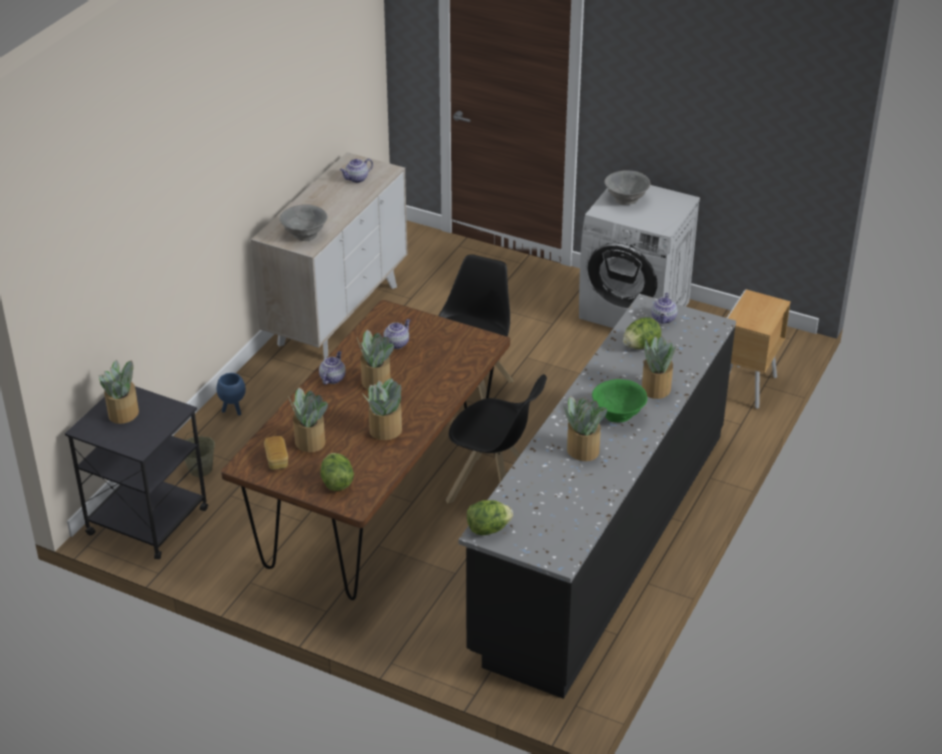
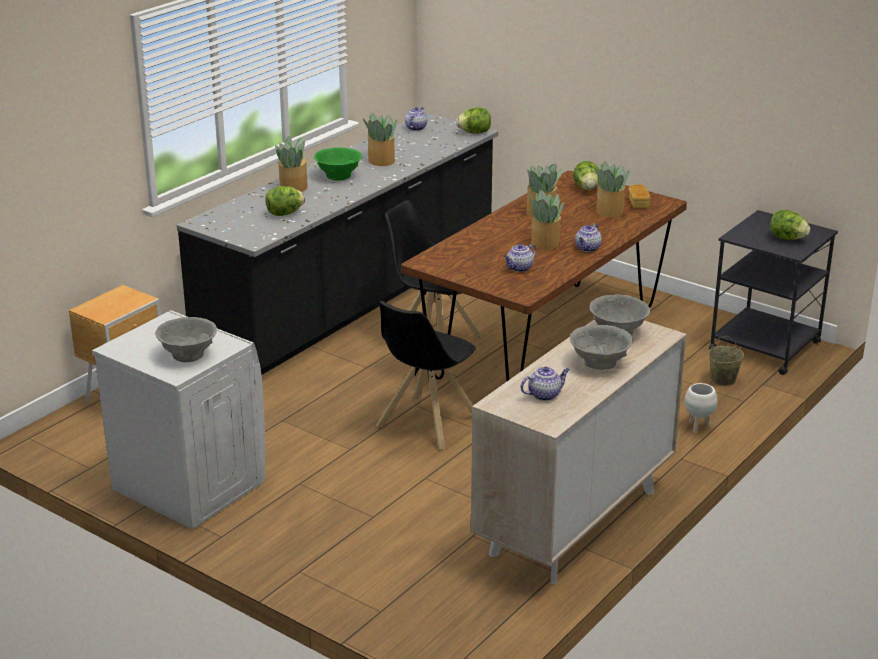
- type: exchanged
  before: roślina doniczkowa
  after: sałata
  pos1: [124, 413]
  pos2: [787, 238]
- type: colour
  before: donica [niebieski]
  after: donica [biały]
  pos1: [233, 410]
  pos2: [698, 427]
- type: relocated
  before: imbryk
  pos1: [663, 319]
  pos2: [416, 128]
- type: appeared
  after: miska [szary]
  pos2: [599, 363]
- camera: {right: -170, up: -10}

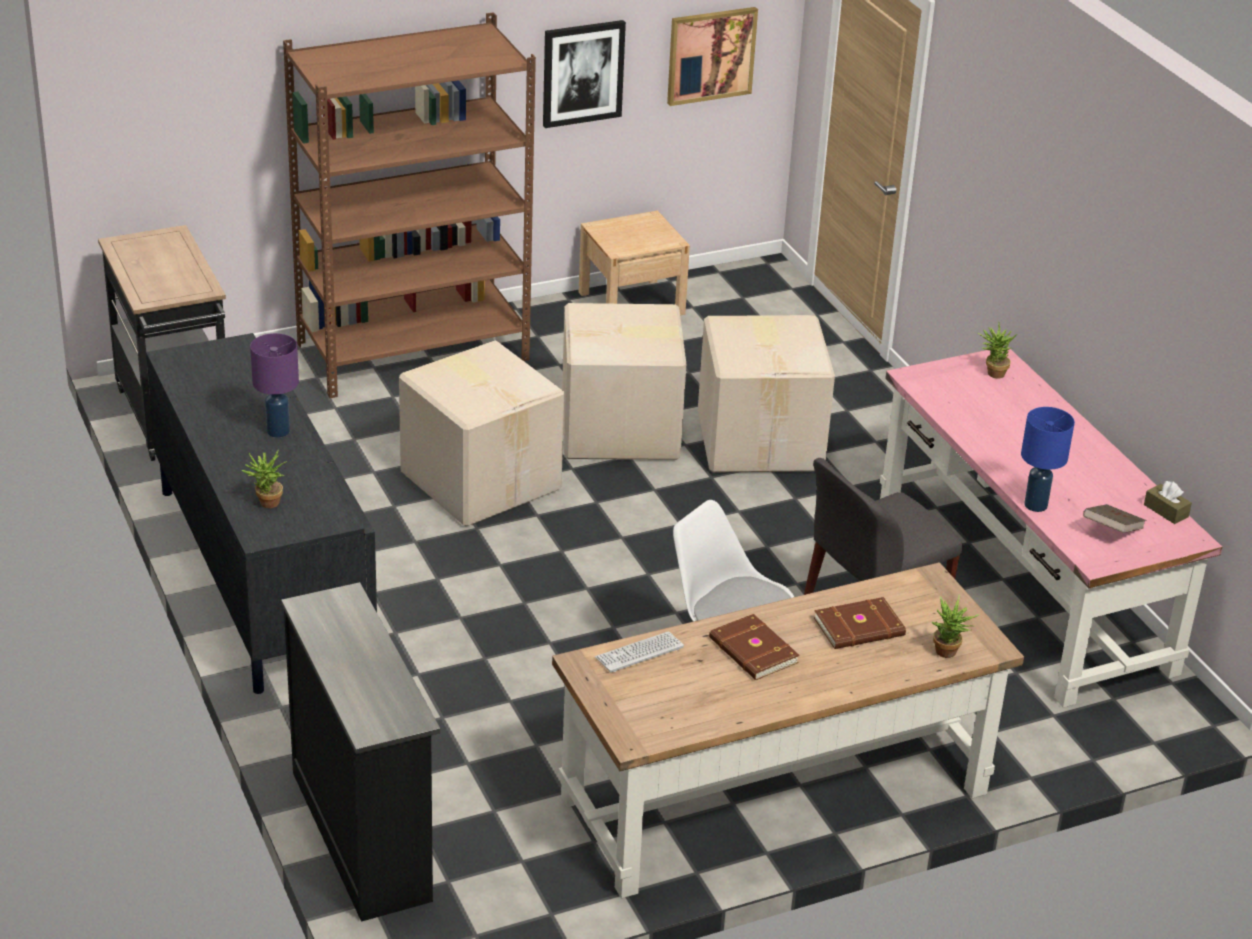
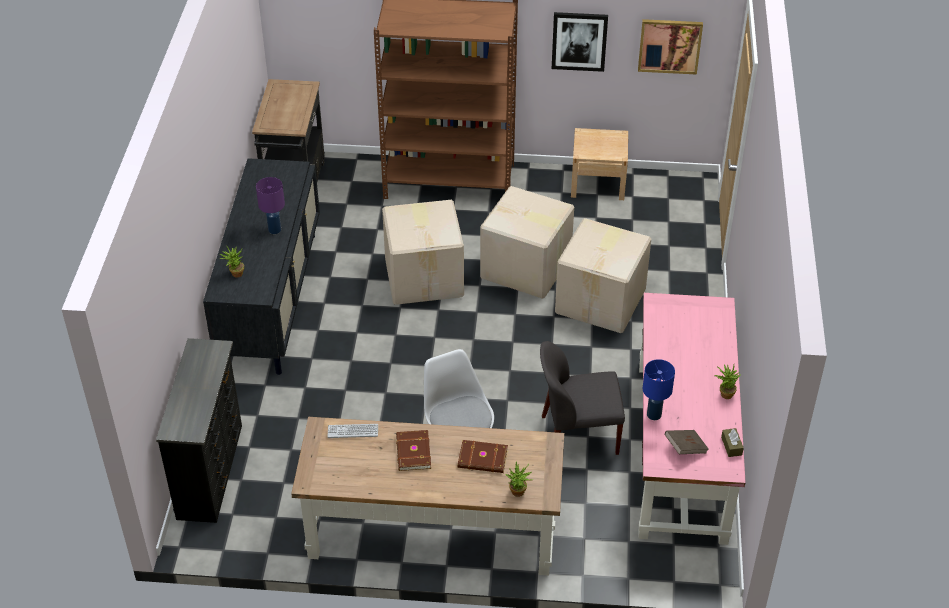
- type: relocated
  before: roślina doniczkowa
  pos1: [992, 373]
  pos2: [724, 393]
- camera: {right: 30, up: 10}

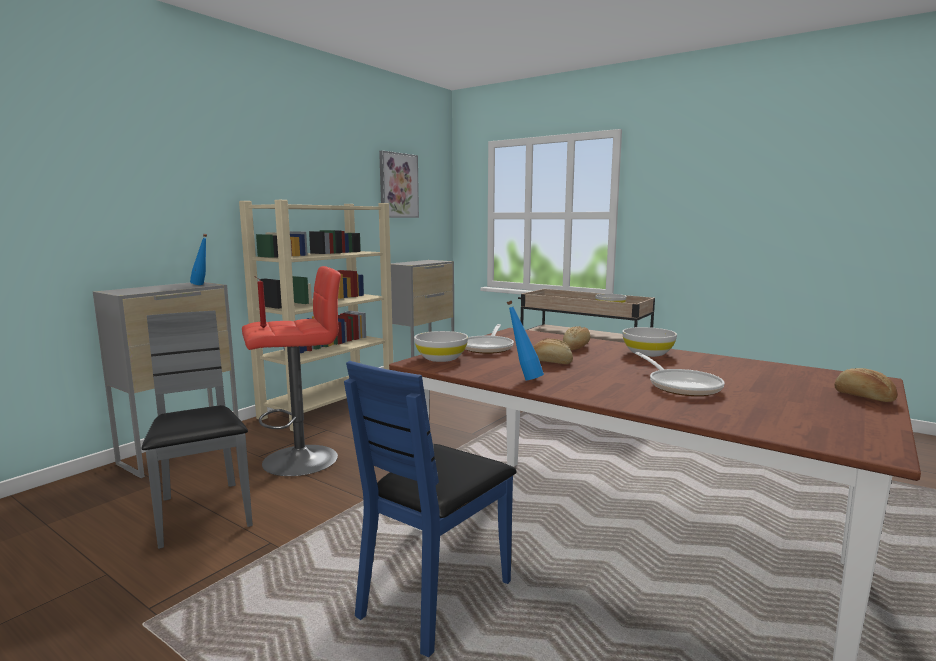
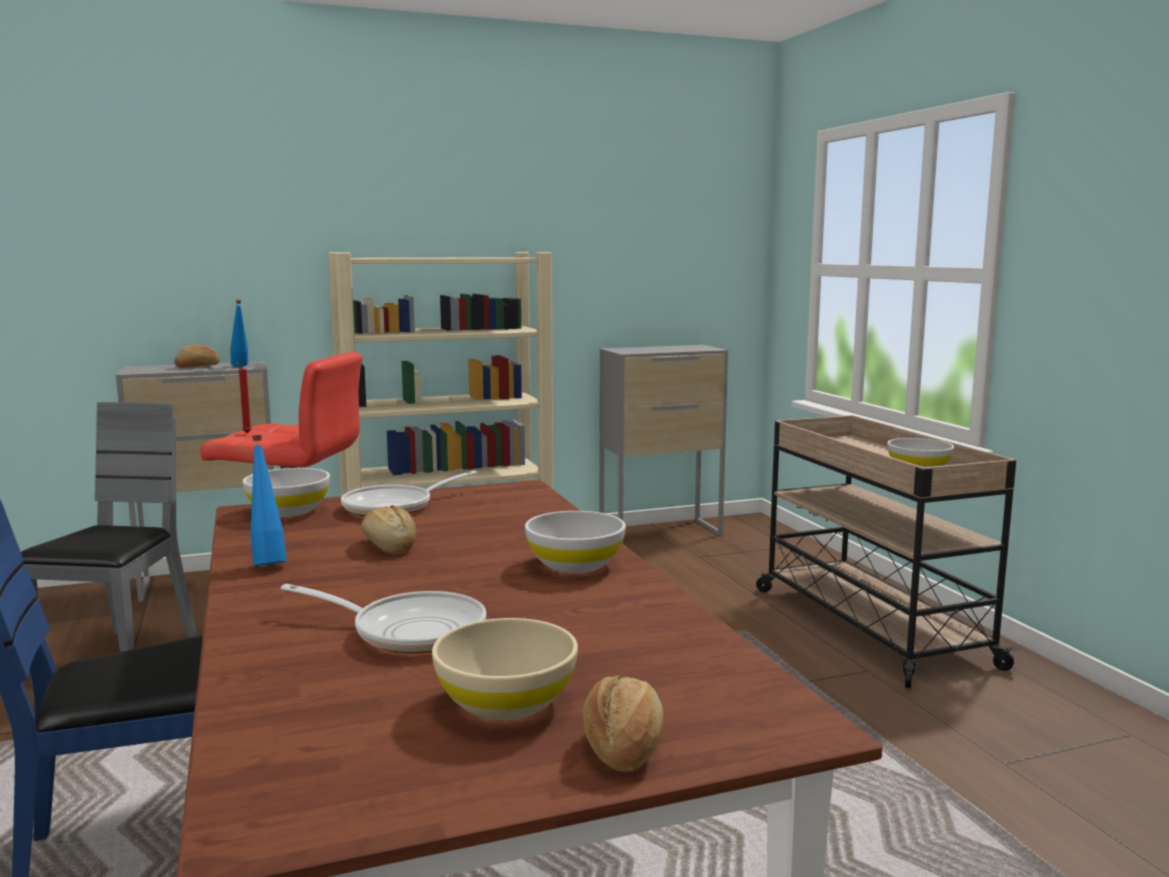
- type: missing
  before: obraz
  pos1: [398, 185]
- type: relocated
  before: chleb
  pos1: [576, 347]
  pos2: [197, 367]
- type: spun
  before: patelnia
  pos1: [681, 386]
  pos2: [409, 630]
  turn: -90
- type: appeared
  after: miska [beżowy]
  pos2: [505, 702]
- camera: {right: 35, up: 0}

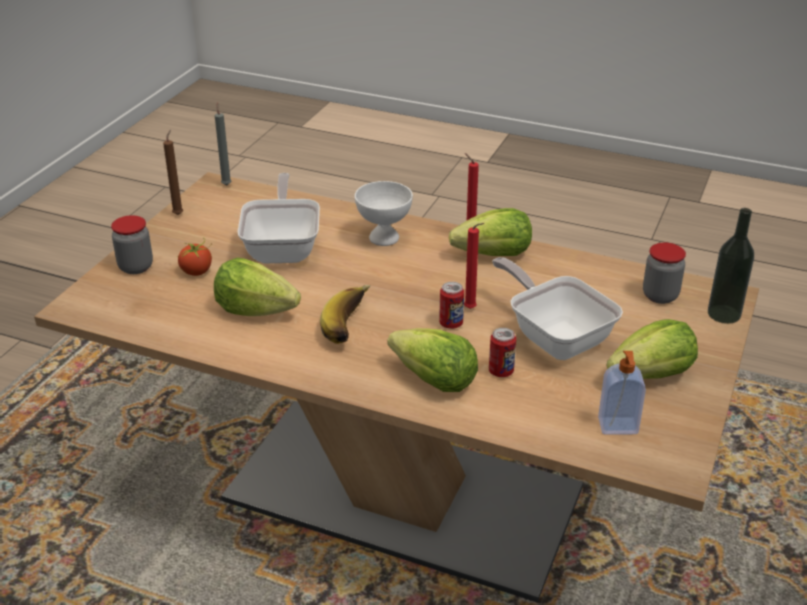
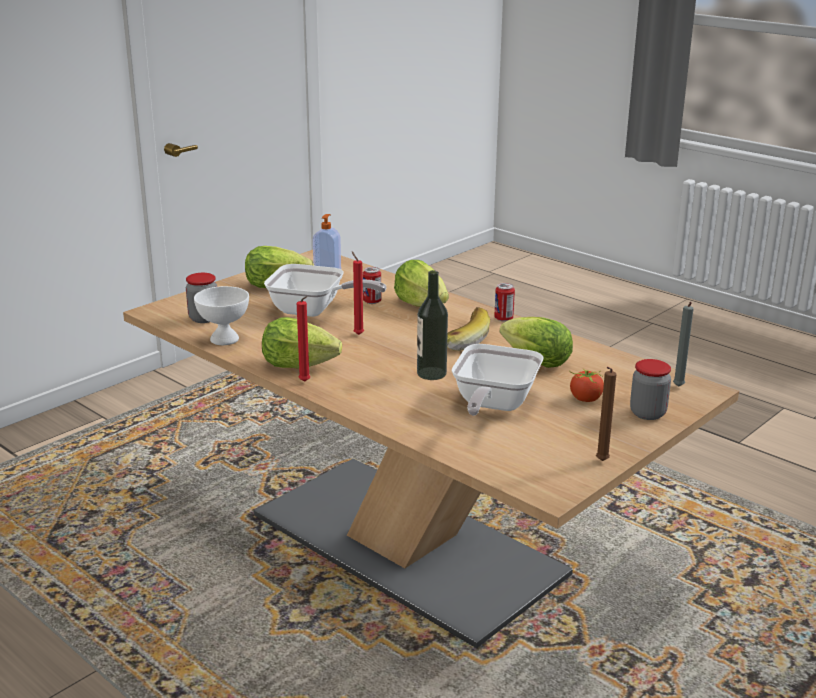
- type: relocated
  before: świeca [szary]
  pos1: [226, 184]
  pos2: [678, 387]
- type: relocated
  before: miska [biały]
  pos1: [385, 238]
  pos2: [224, 339]
- type: relocated
  before: puszka
  pos1: [451, 324]
  pos2: [503, 319]
- type: spun
  before: patelnia
  pos1: [555, 337]
  pos2: [314, 311]
  turn: -60
- type: relocated
  before: butelka
  pos1: [724, 314]
  pos2: [431, 373]
- camera: {right: -160, up: -10}

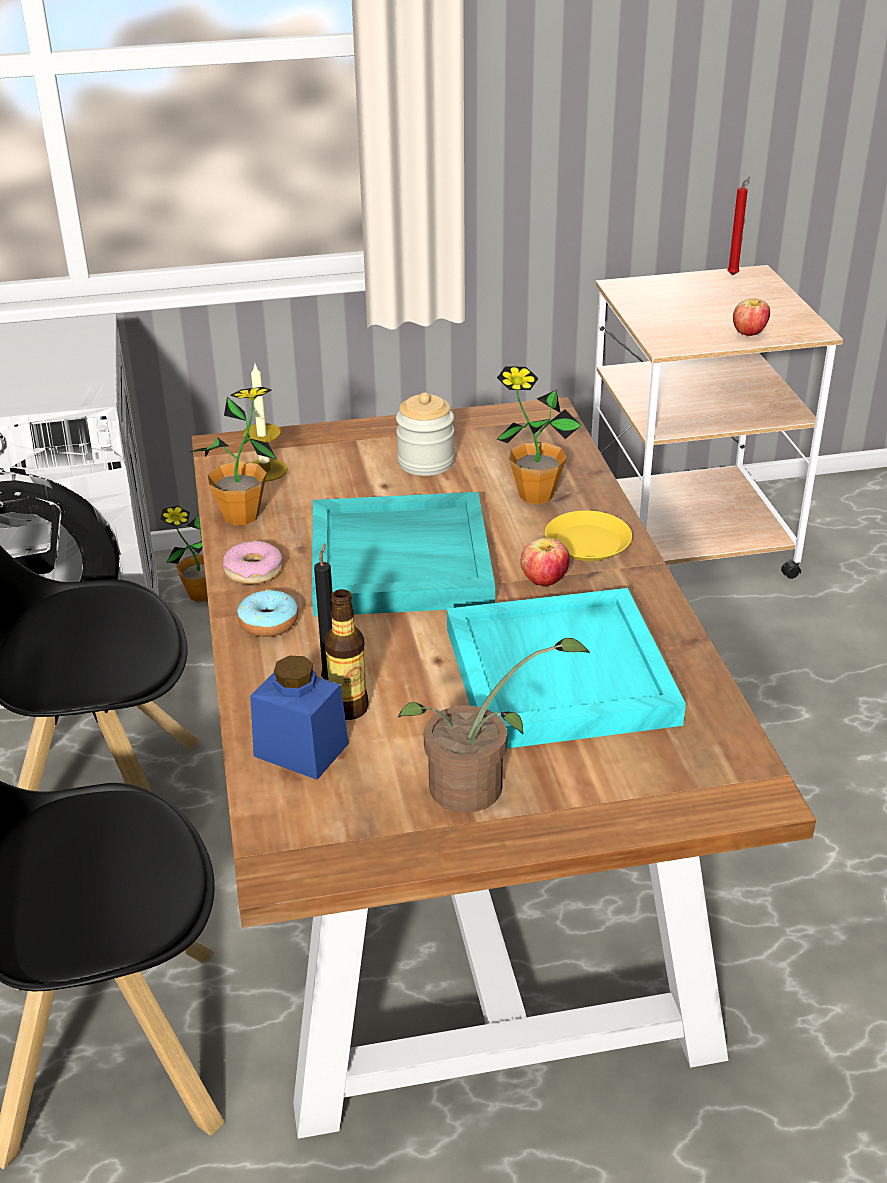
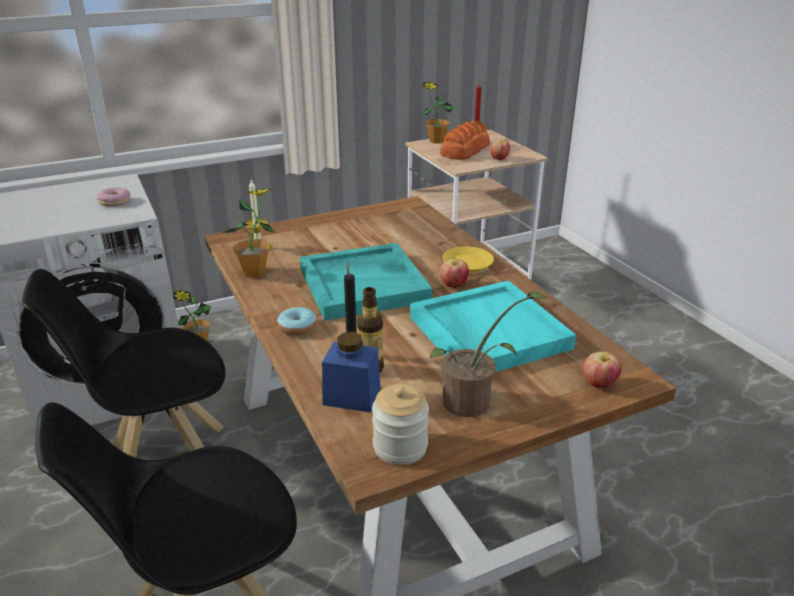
- type: relocated
  before: donut
  pos1: [253, 571]
  pos2: [114, 202]
- type: relocated
  before: słoik
  pos1: [426, 462]
  pos2: [400, 447]
- type: relocated
  before: roślina doniczkowa
  pos1: [535, 495]
  pos2: [436, 141]
- type: appeared
  after: chleb
  pos2: [464, 150]
- type: appeared
  after: jabłko
  pos2: [599, 384]
- camera: {right: -15, up: -5}

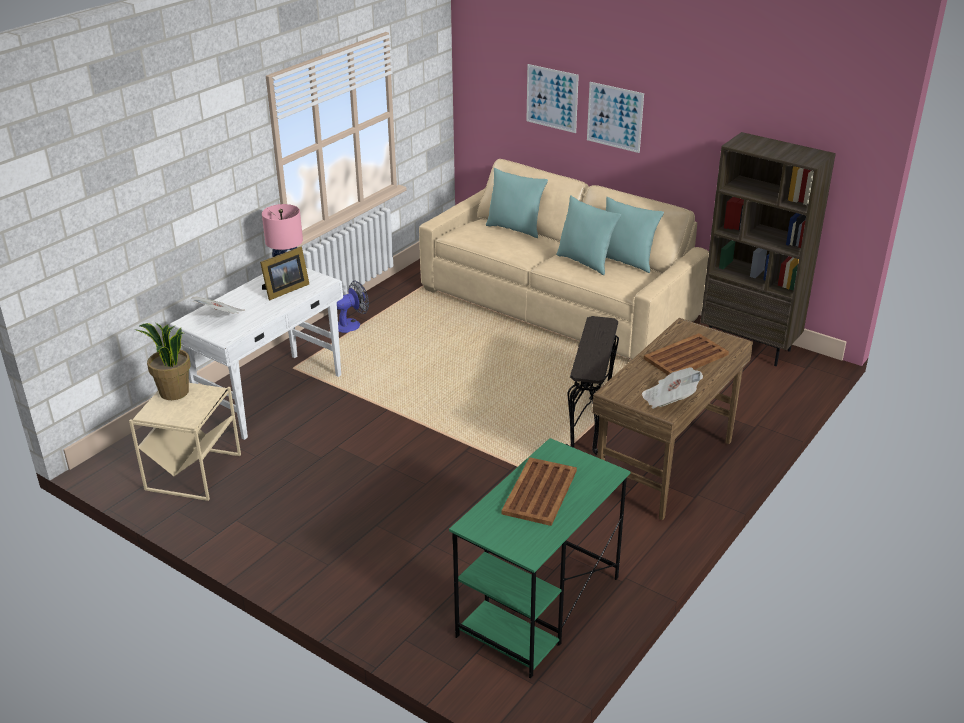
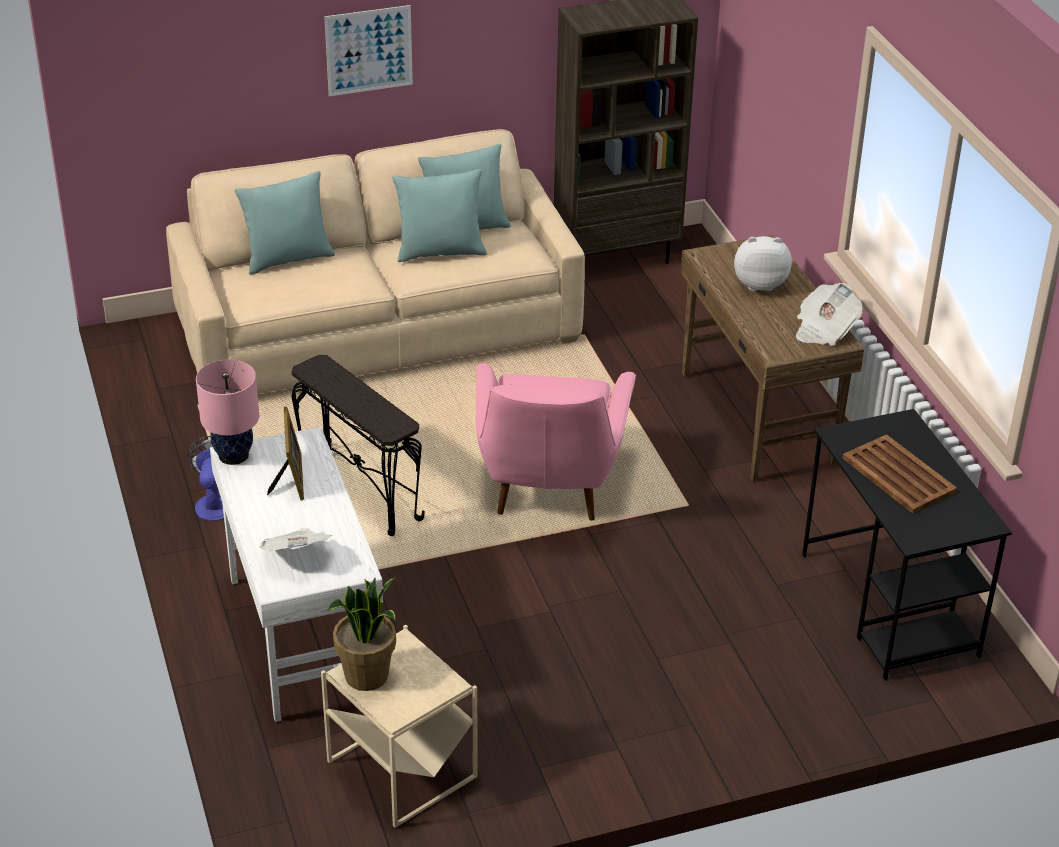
- type: colour
  before: biurko [zielony]
  after: biurko [czarny]
  pos1: [538, 607]
  pos2: [889, 605]
- type: missing
  before: obraz
  pos1: [552, 98]
- type: relocated
  before: stolik [czarny]
  pos1: [590, 419]
  pos2: [358, 491]
- type: exchanged
  before: taca [brązowy]
  after: pluszak
  pos1: [685, 357]
  pos2: [759, 284]
- type: appeared
  after: fotel [różowy]
  pos2: [548, 490]
- camera: {right: -55, up: 5}

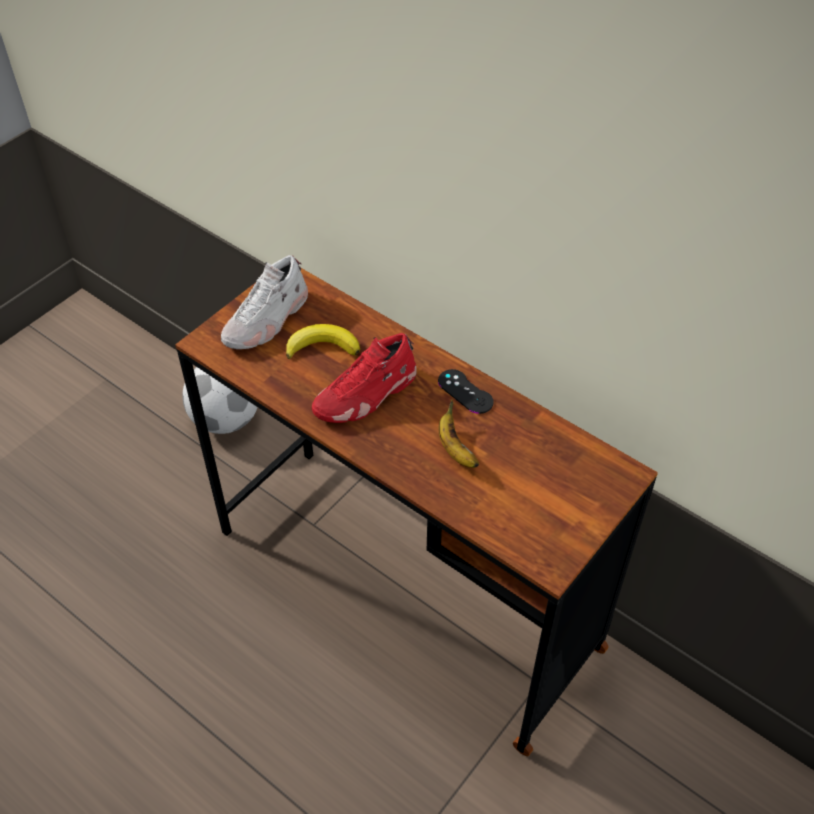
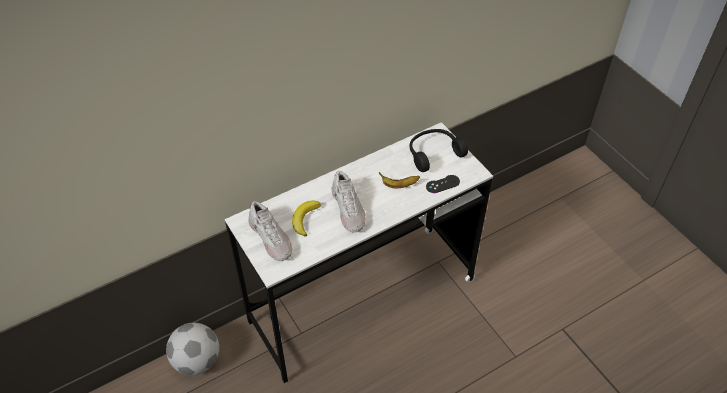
- type: colour
  before: biurko [brązowy]
  after: biurko [biały]
  pos1: [405, 588]
  pos2: [362, 300]
- type: colour
  before: but [czerwony]
  after: but [biały]
  pos1: [366, 395]
  pos2: [348, 209]
- type: relocated
  before: pad do gier [czarny]
  pos1: [465, 391]
  pos2: [442, 184]
- type: appeared
  after: słuchawki [czarny]
  pos2: [433, 153]
- camera: {right: -70, up: 0}

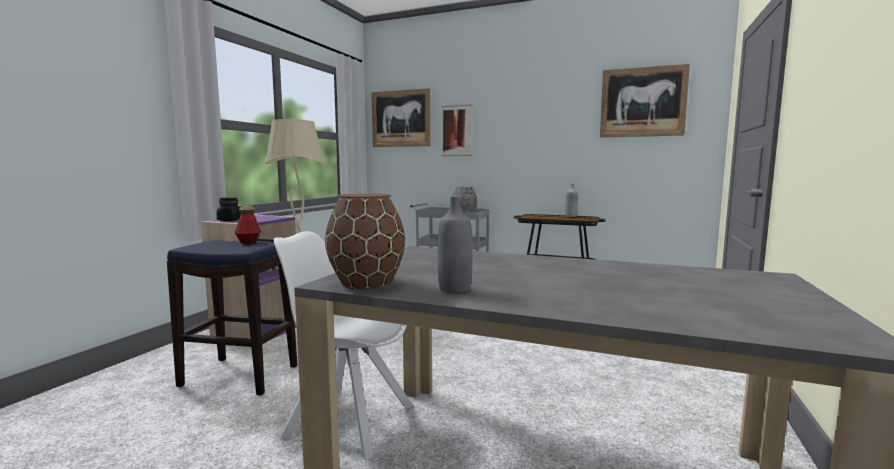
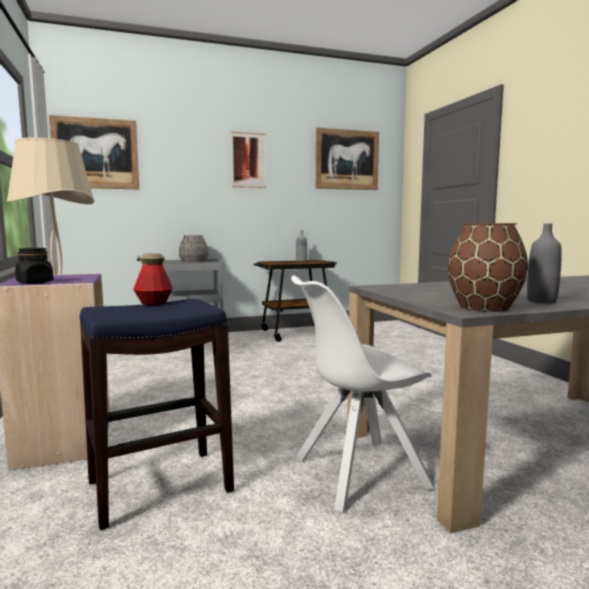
- type: relocated
  before: obraz
  pos1: [457, 130]
  pos2: [248, 160]
- camera: {right: -40, up: 0}

